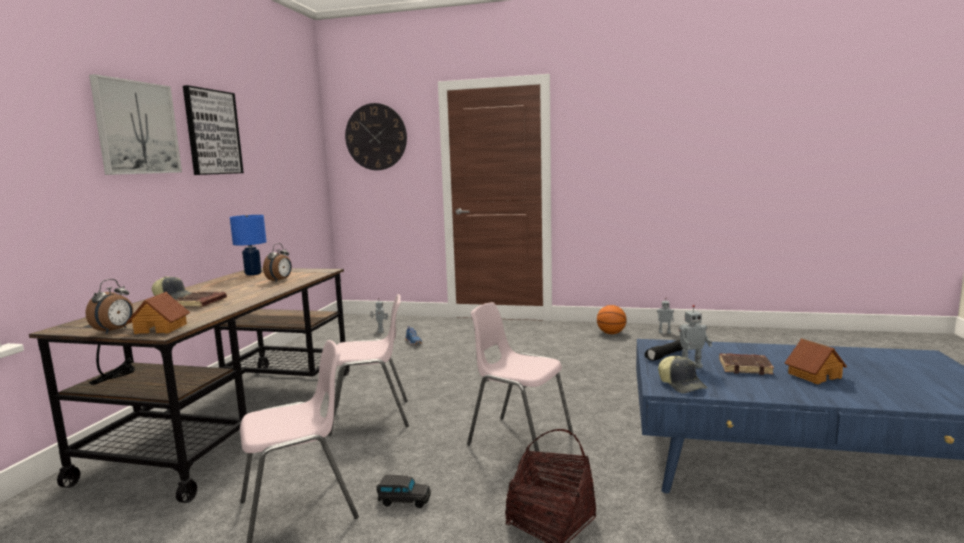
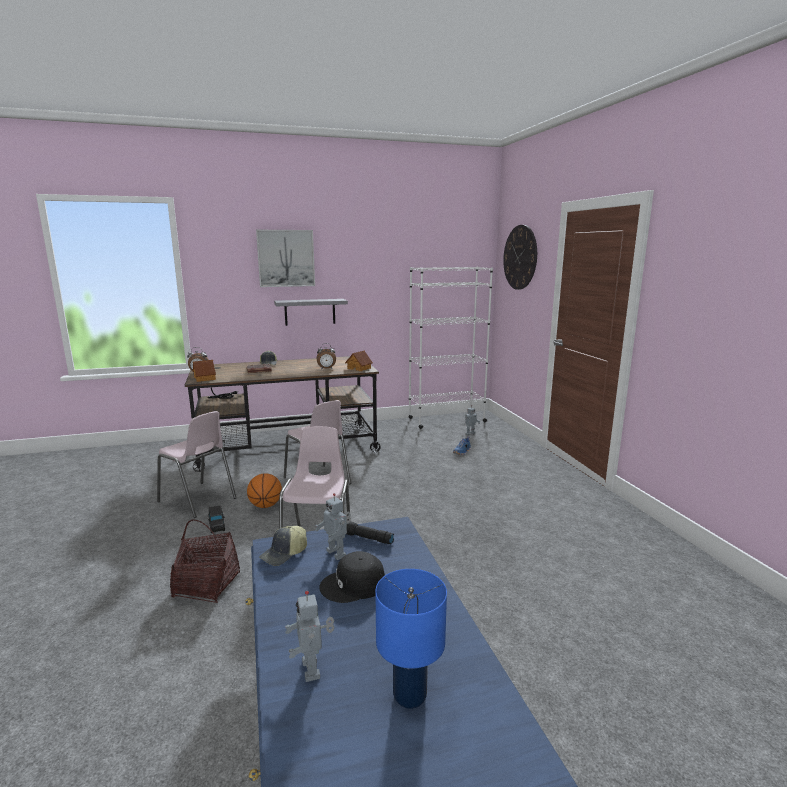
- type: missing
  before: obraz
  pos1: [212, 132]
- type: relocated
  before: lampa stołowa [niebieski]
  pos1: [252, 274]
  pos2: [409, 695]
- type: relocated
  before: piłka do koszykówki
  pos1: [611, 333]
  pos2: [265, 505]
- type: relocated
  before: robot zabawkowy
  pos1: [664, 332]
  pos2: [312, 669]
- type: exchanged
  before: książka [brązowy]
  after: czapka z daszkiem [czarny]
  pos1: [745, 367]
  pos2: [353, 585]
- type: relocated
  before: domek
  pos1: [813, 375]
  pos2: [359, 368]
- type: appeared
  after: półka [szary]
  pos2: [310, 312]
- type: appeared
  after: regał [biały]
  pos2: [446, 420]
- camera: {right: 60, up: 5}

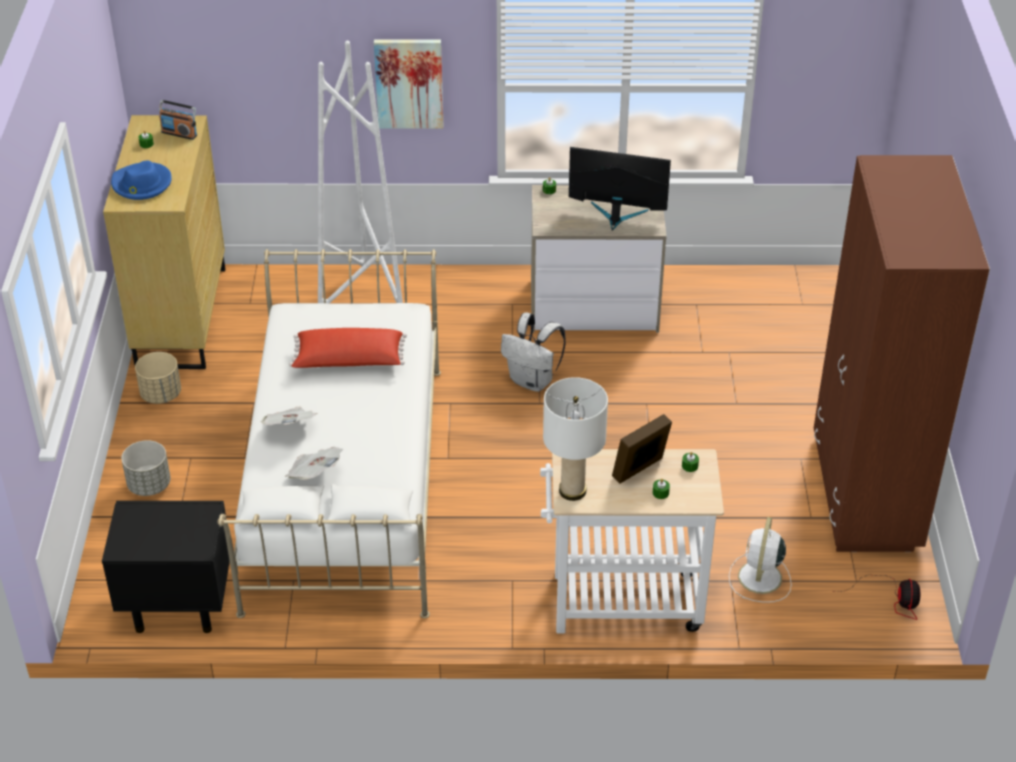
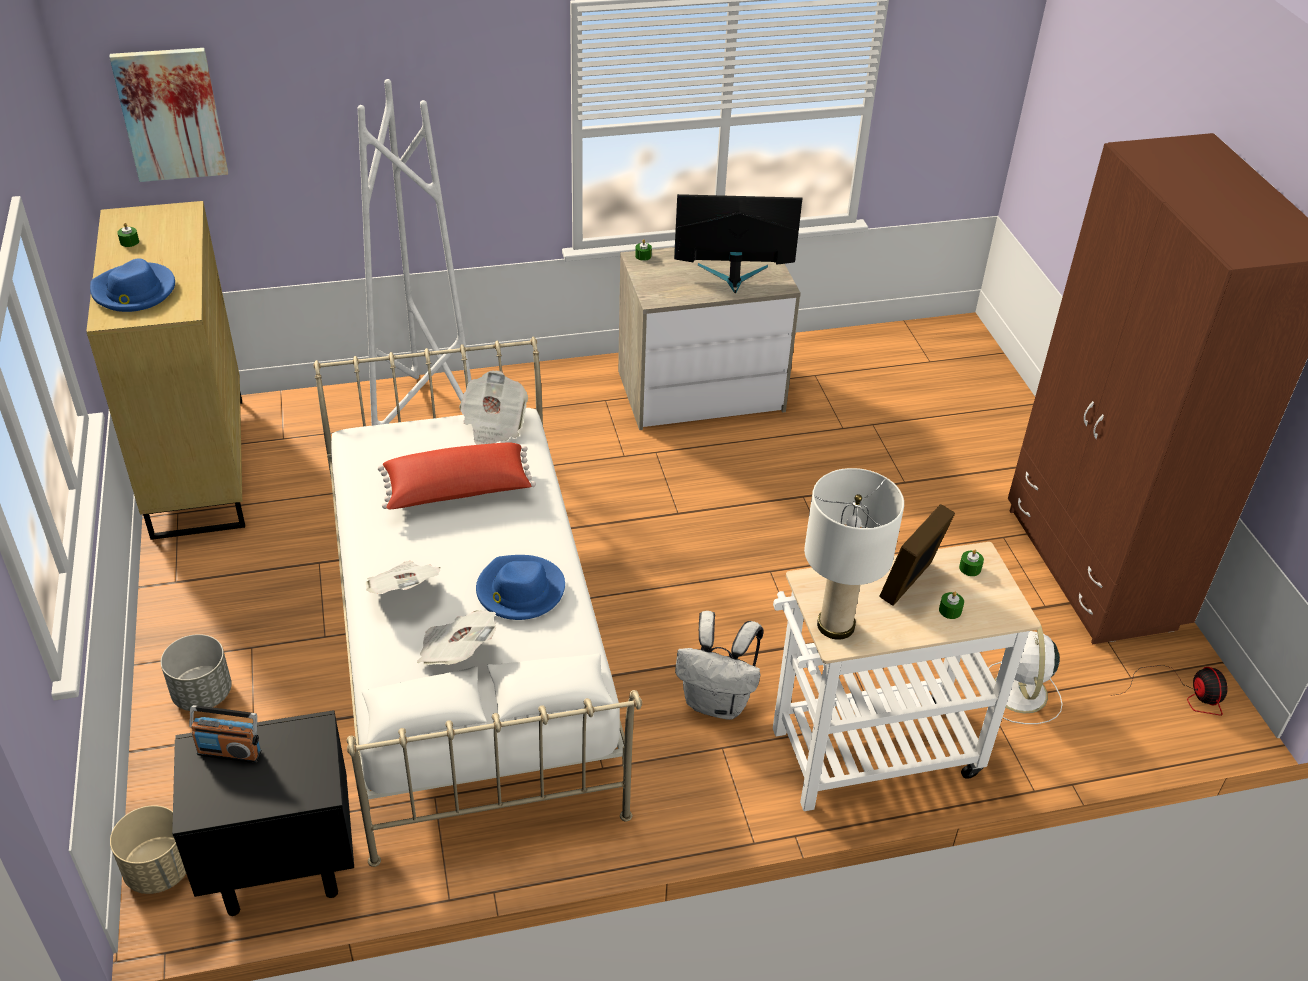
- type: relocated
  before: donica [beżowy]
  pos1: [161, 394]
  pos2: [159, 869]
- type: relocated
  before: radio
  pos1: [179, 133]
  pos2: [230, 752]
- type: relocated
  before: obraz
  pos1: [409, 83]
  pos2: [171, 114]
- type: relocated
  before: plecak [biały]
  pos1: [533, 381]
  pos2: [717, 702]
- type: appeared
  after: gazeta
  pos2: [493, 424]
- type: appeared
  after: kapelusz [niebieski]
  pos2: [519, 591]
- camera: {right: -15, up: 0}

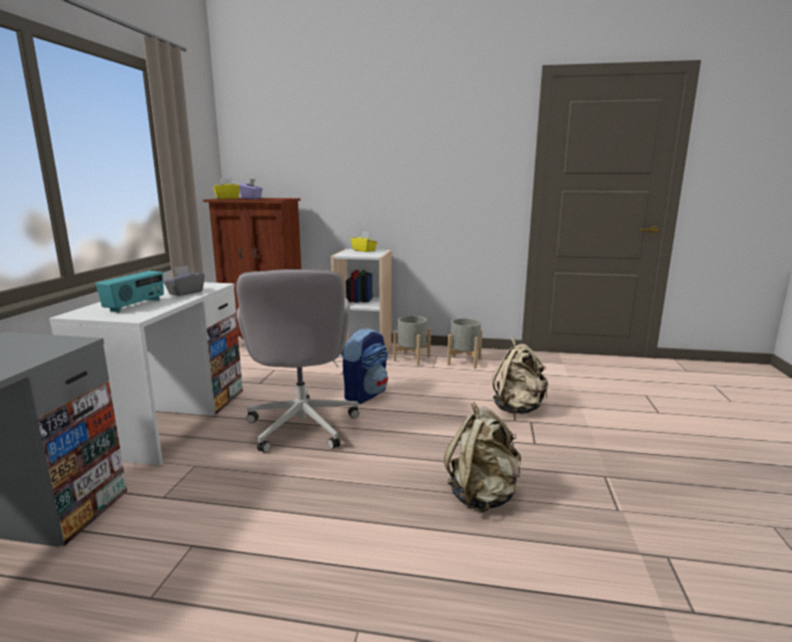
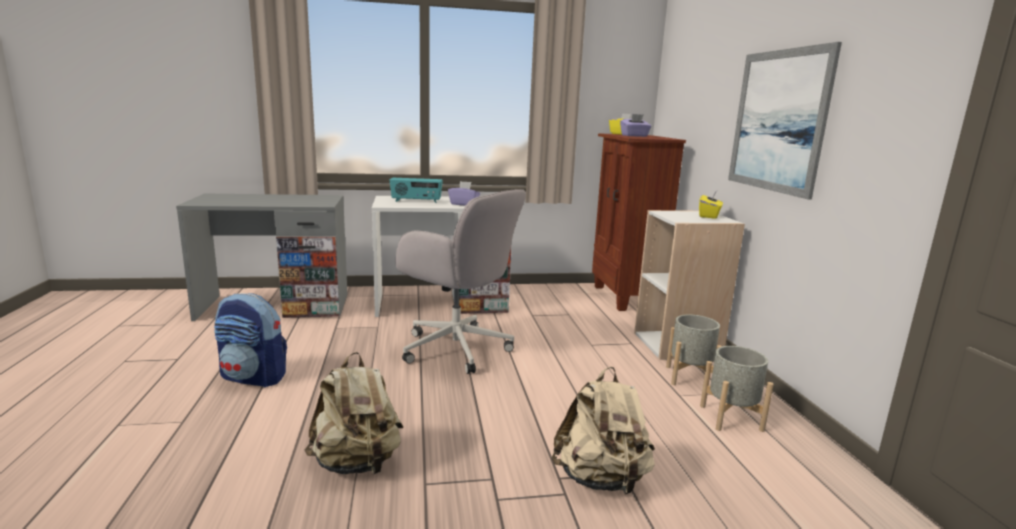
- type: colour
  before: pudełko chusteczek [szary]
  after: pudełko chusteczek [fioletowy]
  pos1: [185, 293]
  pos2: [464, 204]
- type: spun
  before: krzesło biurowe [szary]
  pos1: [302, 427]
  pos2: [456, 349]
  turn: -120
- type: relocated
  before: plecak
  pos1: [365, 394]
  pos2: [254, 377]
- type: appeared
  after: obraz
  pos2: [778, 121]
- camera: {right: 70, up: 0}

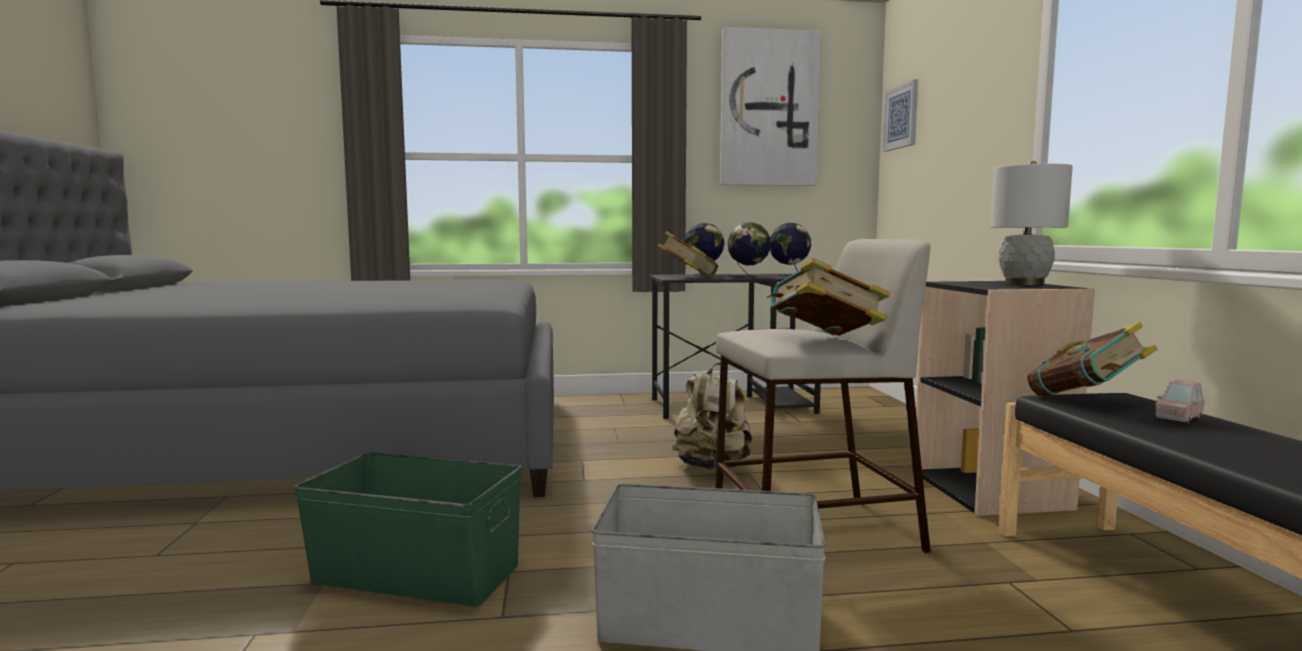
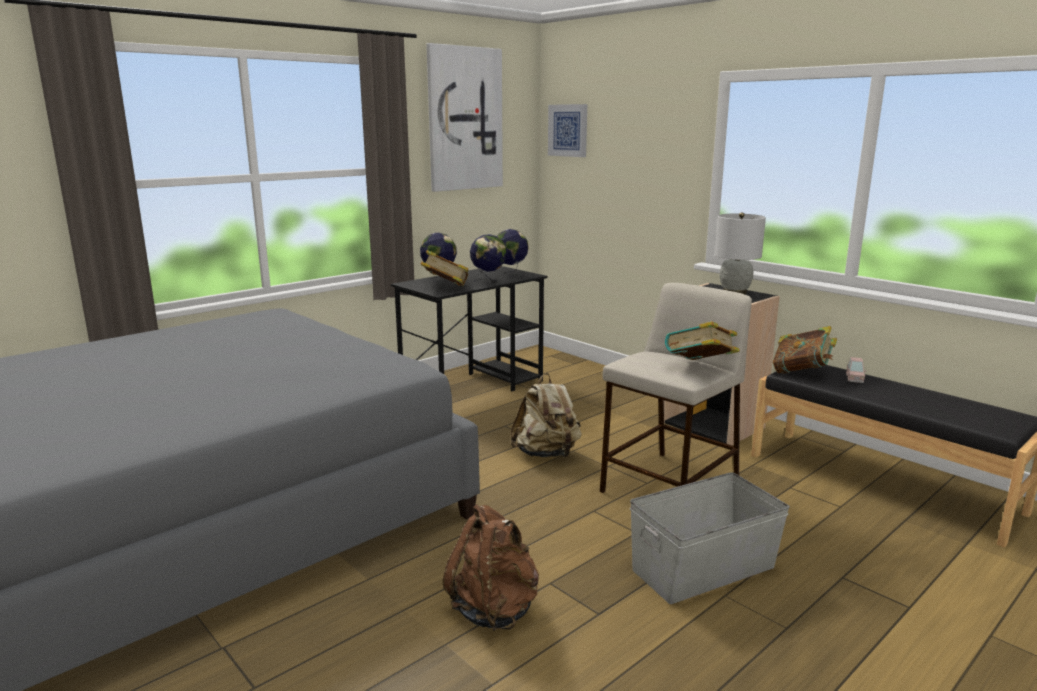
- type: exchanged
  before: pojemnik do przechowywania [zielony]
  after: plecak [brązowy]
  pos1: [416, 573]
  pos2: [494, 609]
- camera: {right: -35, up: 10}

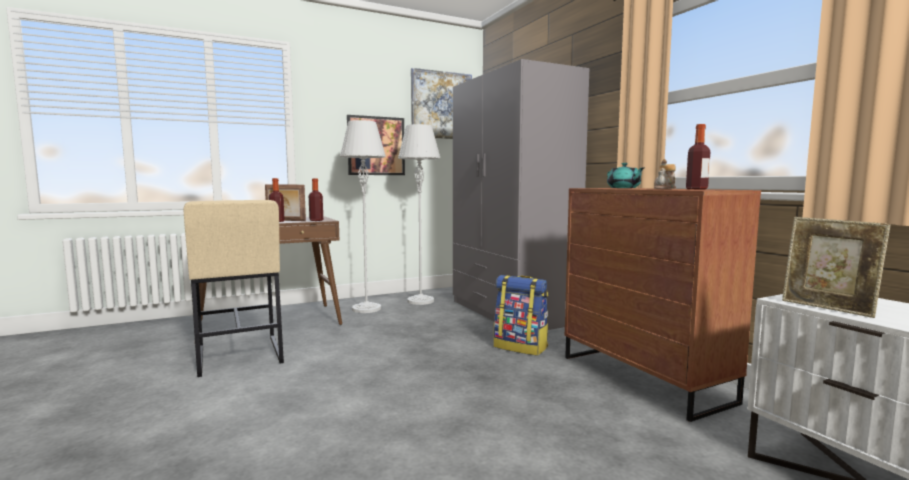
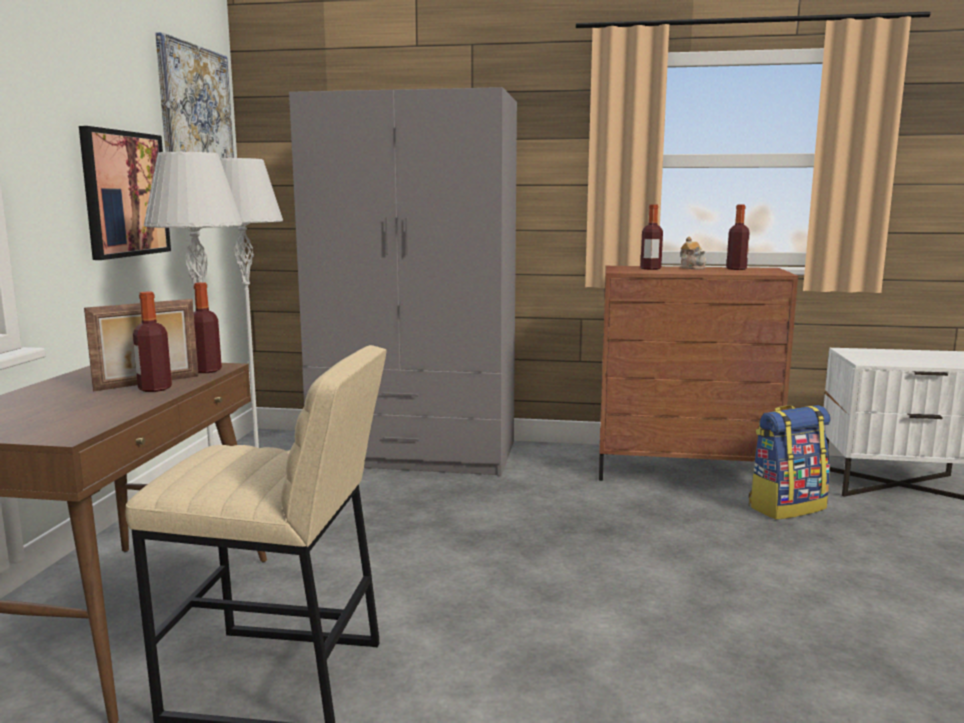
- type: relocated
  before: plecak
  pos1: [521, 347]
  pos2: [786, 507]
- type: exchanged
  before: imbryk [turkusowy]
  after: butelka
  pos1: [624, 188]
  pos2: [650, 269]
- type: missing
  before: ramka na zdjęcie
  pos1: [828, 308]
- camera: {right: -55, up: 5}

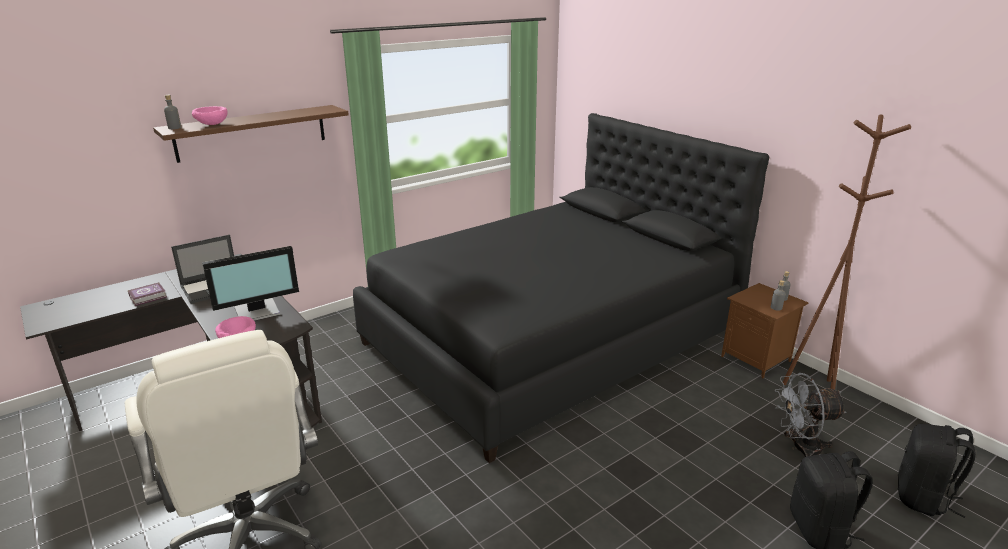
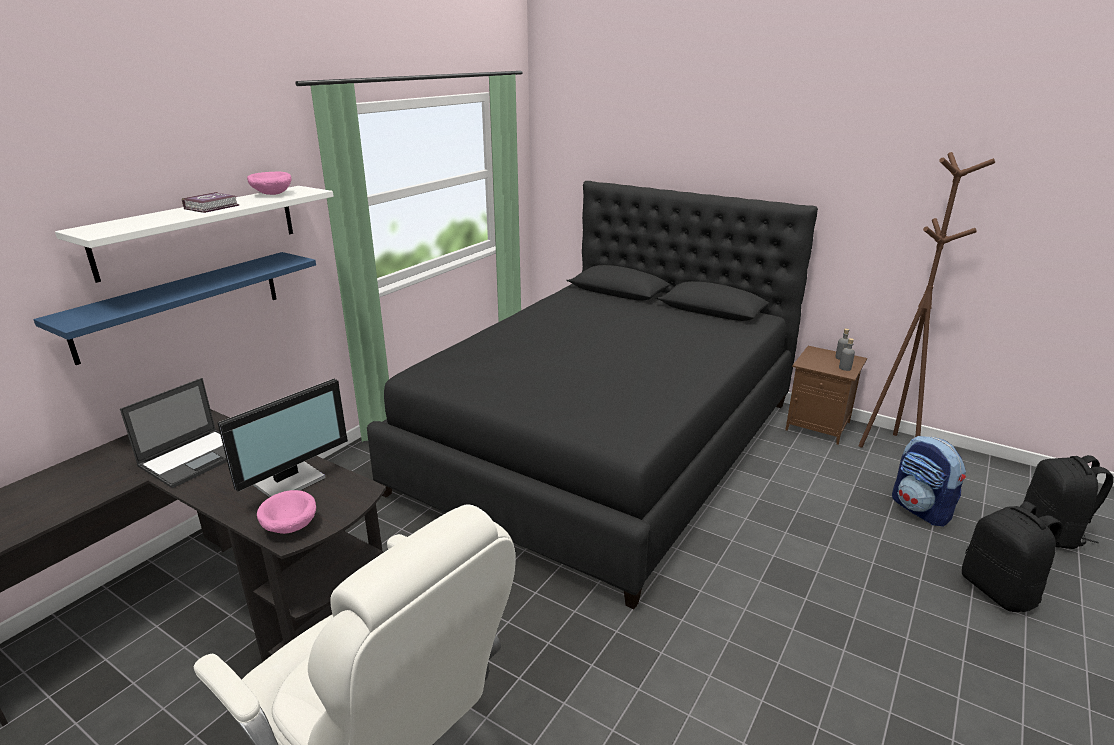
- type: relocated
  before: książka
  pos1: [149, 297]
  pos2: [213, 207]
- type: colour
  before: półka [brązowy]
  after: półka [biały]
  pos1: [252, 133]
  pos2: [199, 230]
- type: missing
  before: butelka [szary]
  pos1: [174, 128]
- type: relocated
  before: miska [różowy]
  pos1: [211, 124]
  pos2: [271, 194]
- type: exchanged
  before: wentylator [szary]
  after: plecak
  pos1: [799, 448]
  pos2: [921, 510]
- type: appeared
  after: półka [niebieski]
  pos2: [181, 304]
- camera: {right: -20, up: 0}

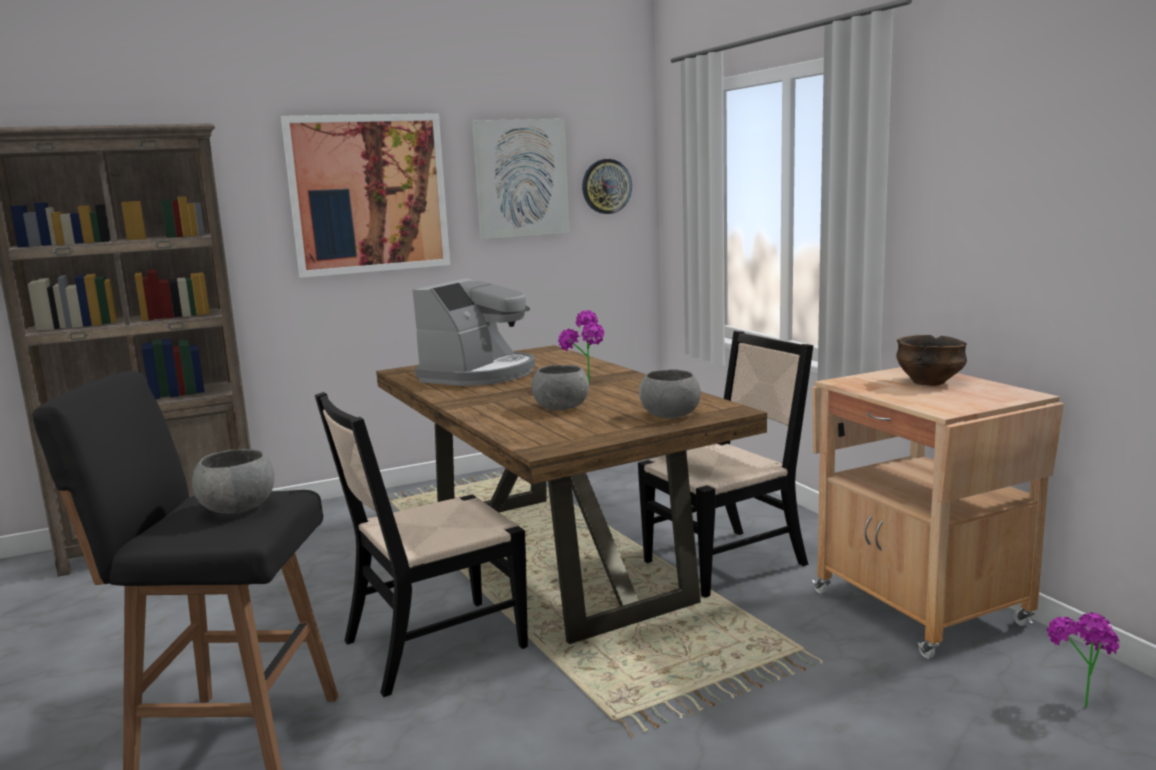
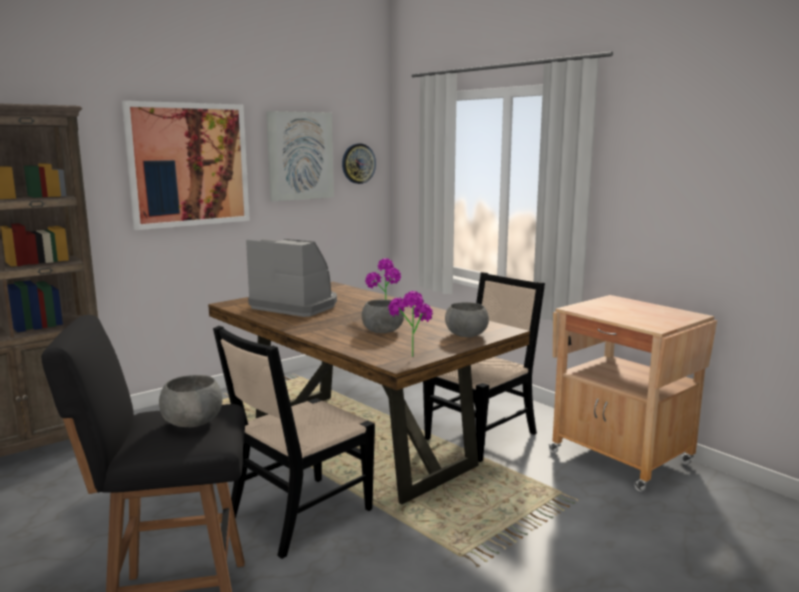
- type: spun
  before: ekspres do kawy
  pos1: [479, 374]
  pos2: [296, 306]
  turn: -75
- type: missing
  before: miska
  pos1: [929, 382]
- type: relocated
  before: roślina doniczkowa
  pos1: [1078, 700]
  pos2: [410, 354]
- camera: {right: -15, up: 0}

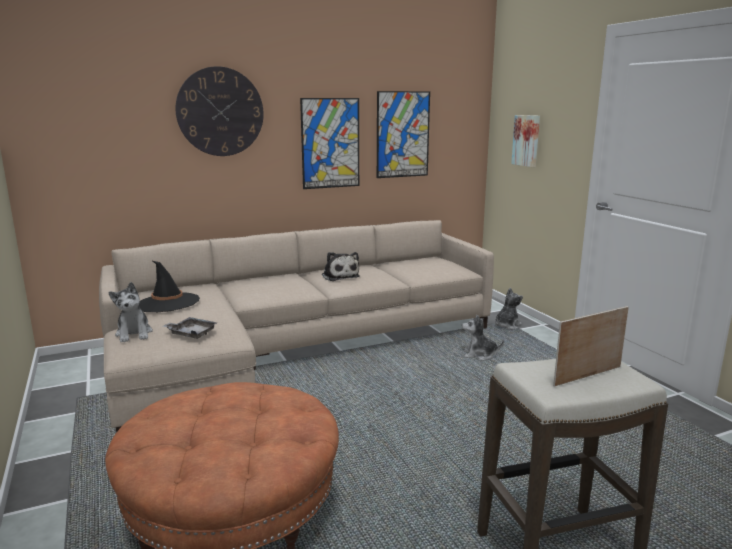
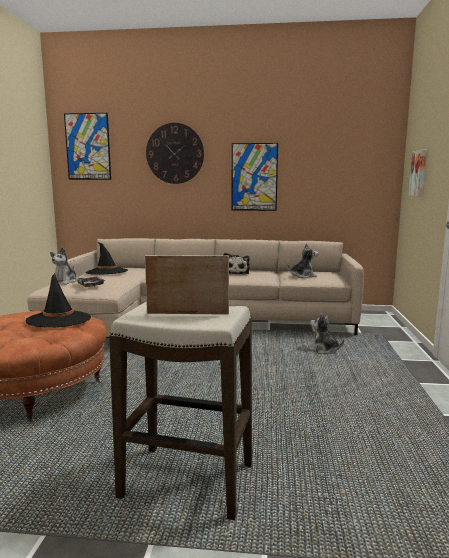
- type: relocated
  before: obraz
  pos1: [402, 134]
  pos2: [88, 147]
- type: relocated
  before: pluszak
  pos1: [507, 325]
  pos2: [302, 276]
- type: appeared
  after: kapelusz [czarny]
  pos2: [59, 319]
- camera: {right: 30, up: -5}

